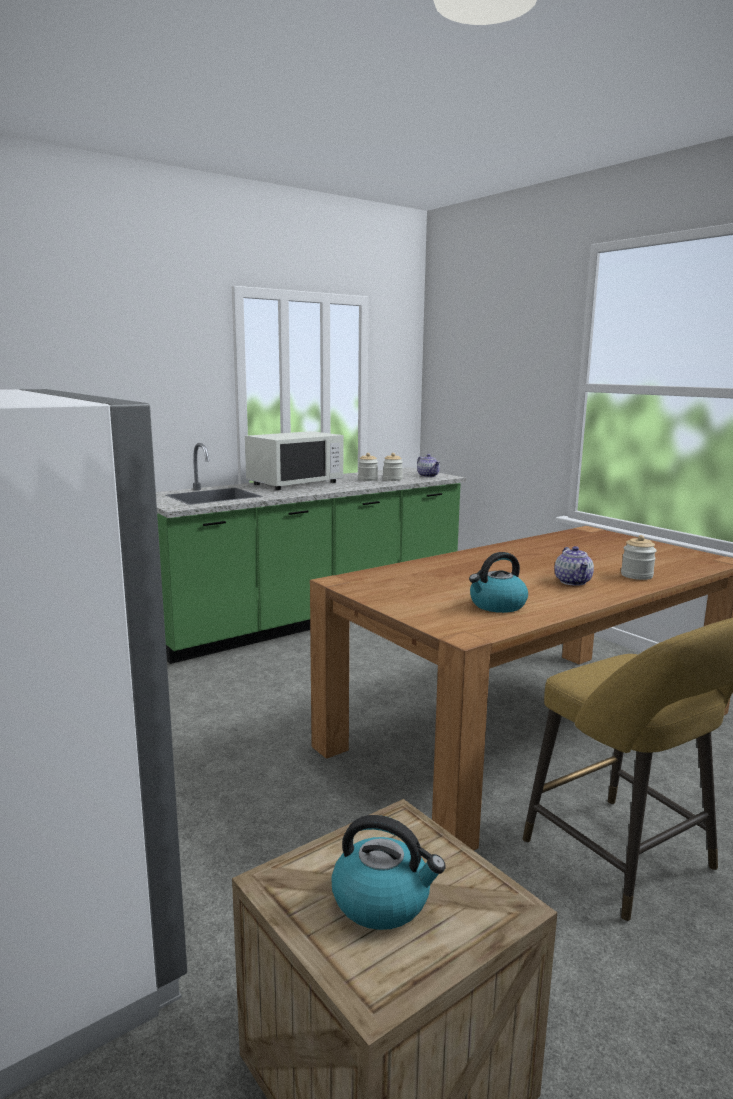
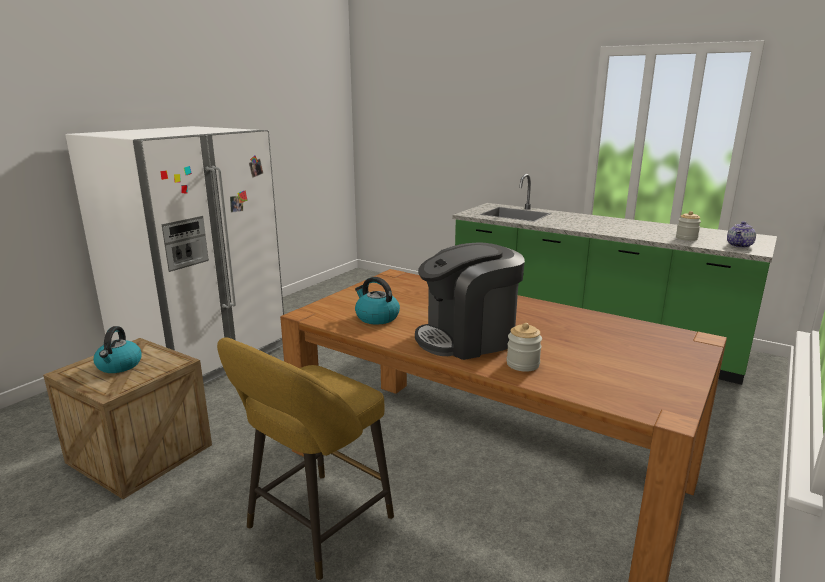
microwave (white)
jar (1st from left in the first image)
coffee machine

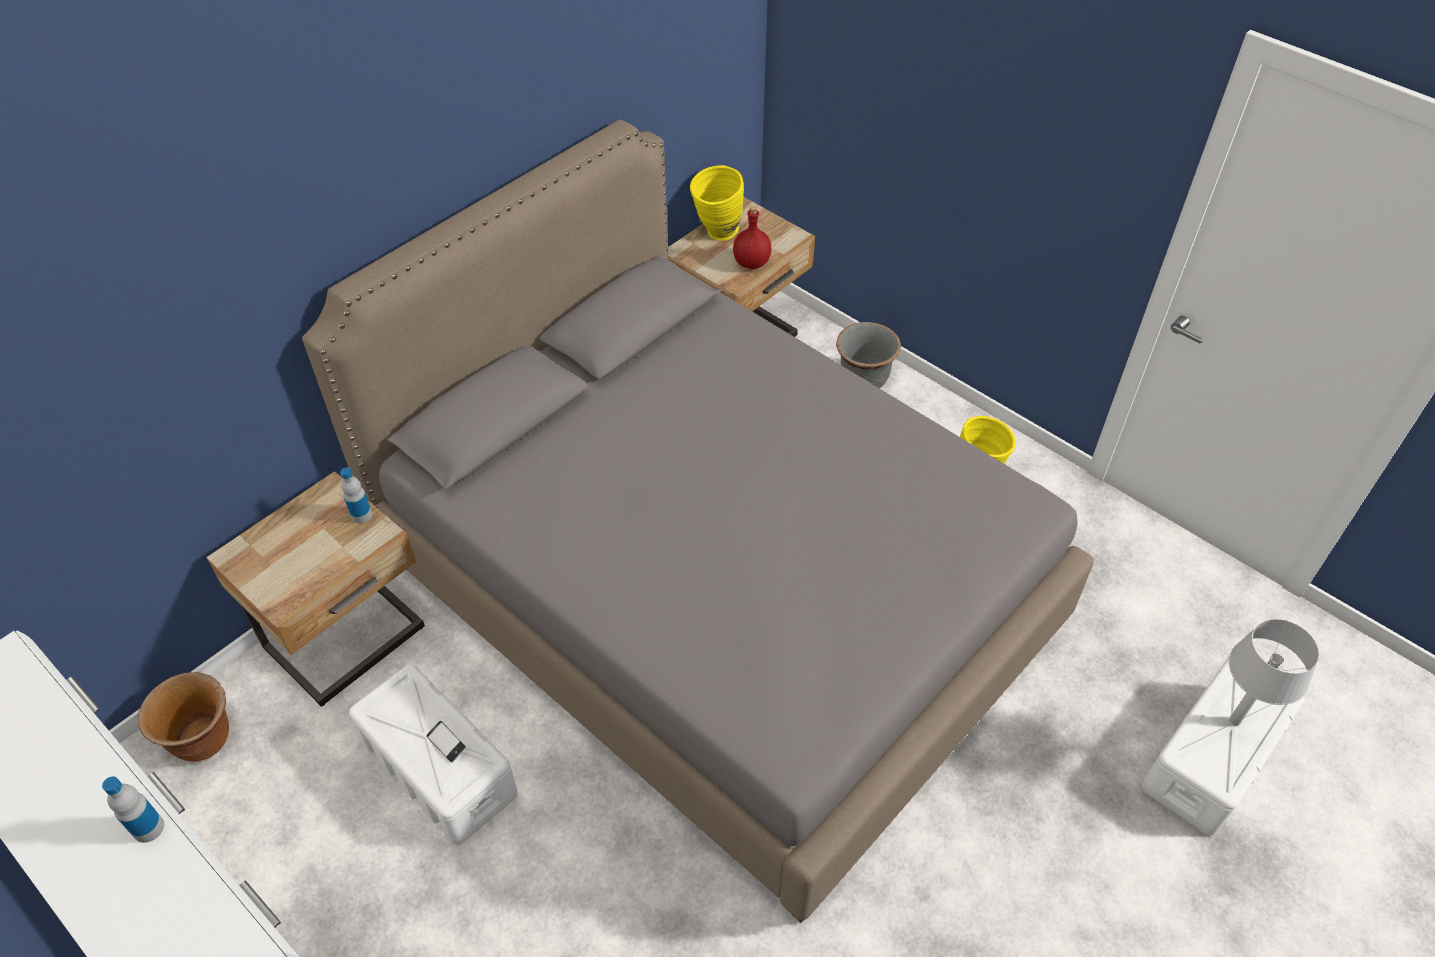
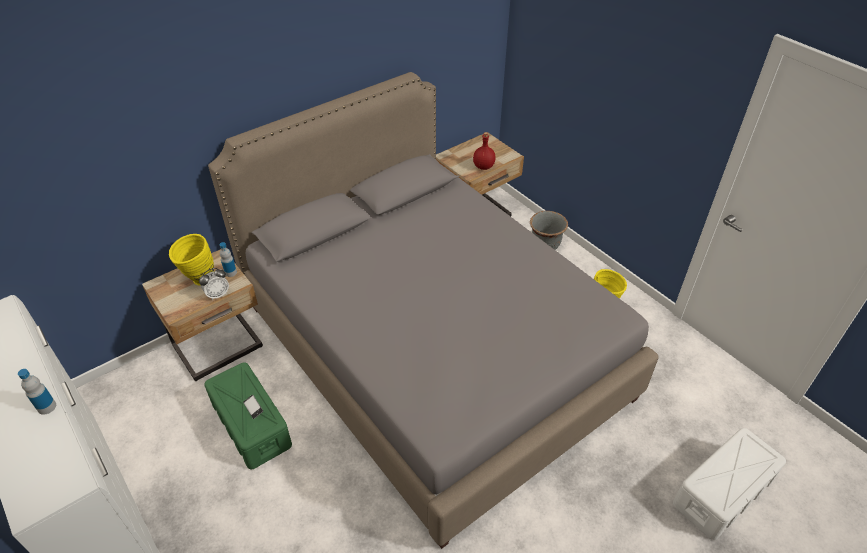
planter (brown)
storage box (green)
vase (yellow) (1st from left)
table lamp (grey)
alarm clock

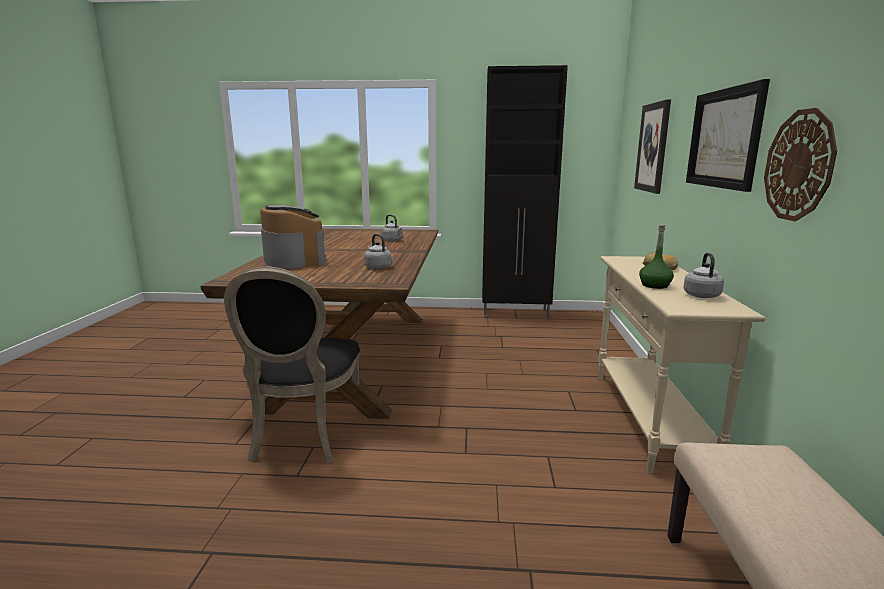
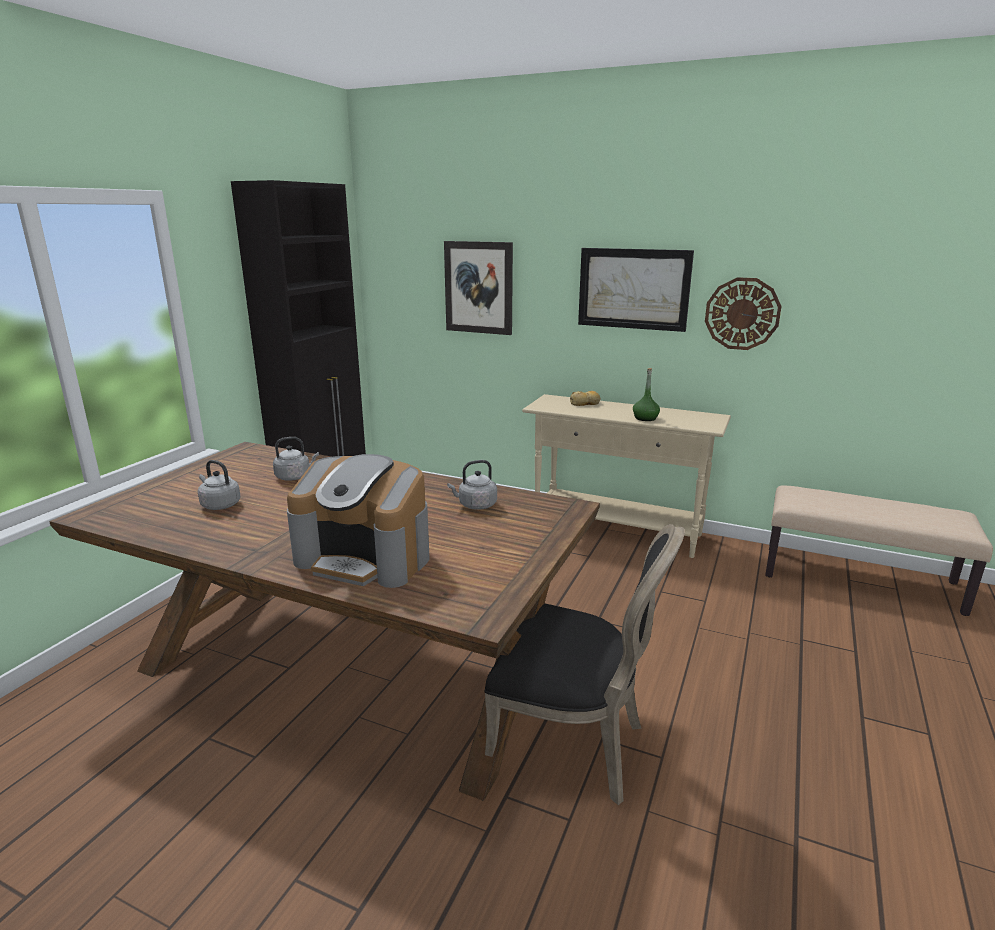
coffee machine
kettle (grey) (1st from left)

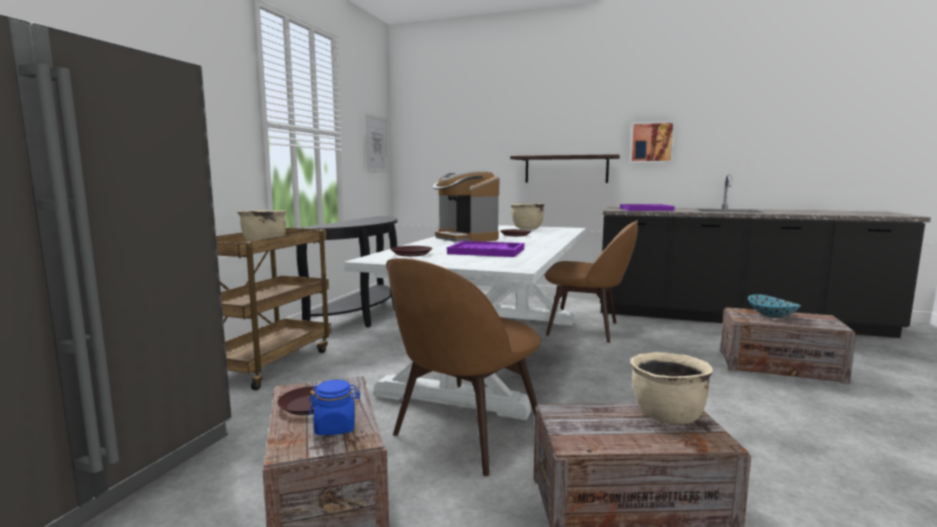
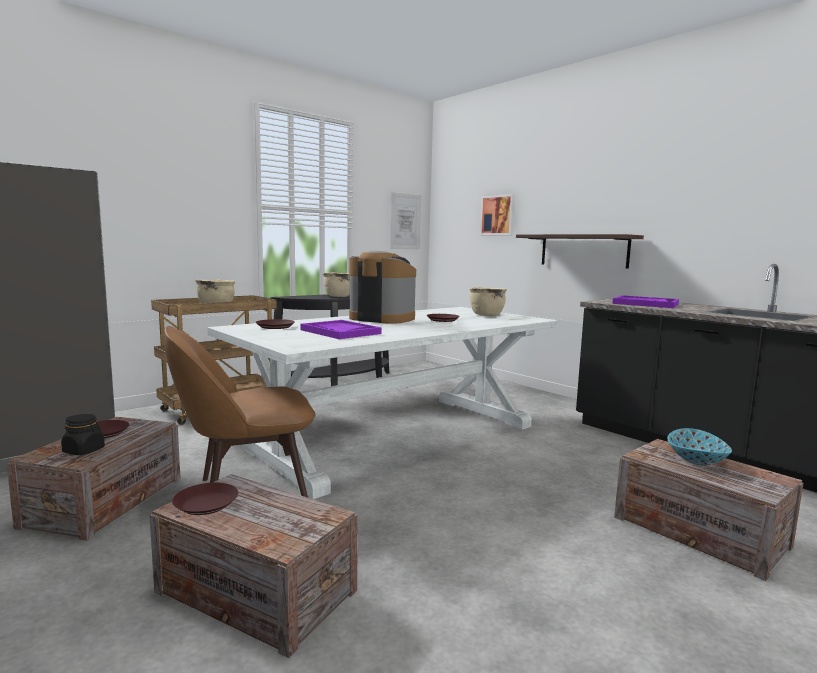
jar (black)
coffee machine
chair (brown) (2nd from left in the first image)
picture (2nd from left)
cooking pot (beige) (2nd from left)
plate (brown) (2nd from left)

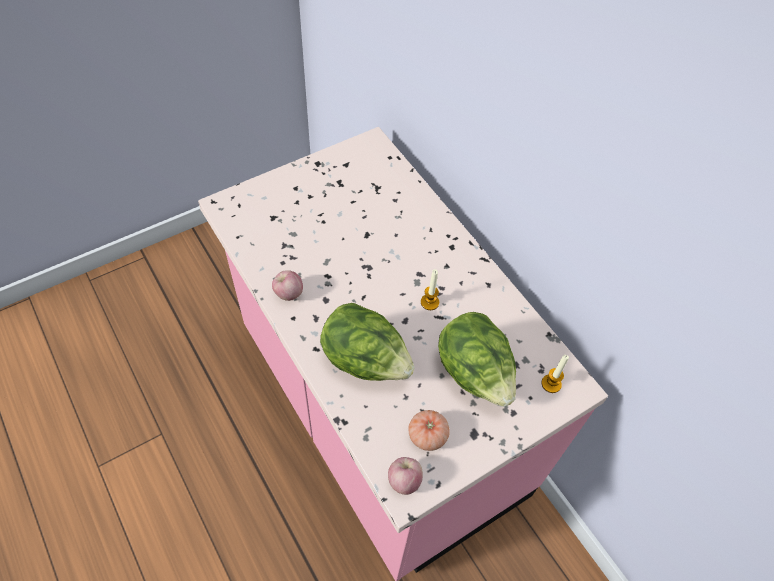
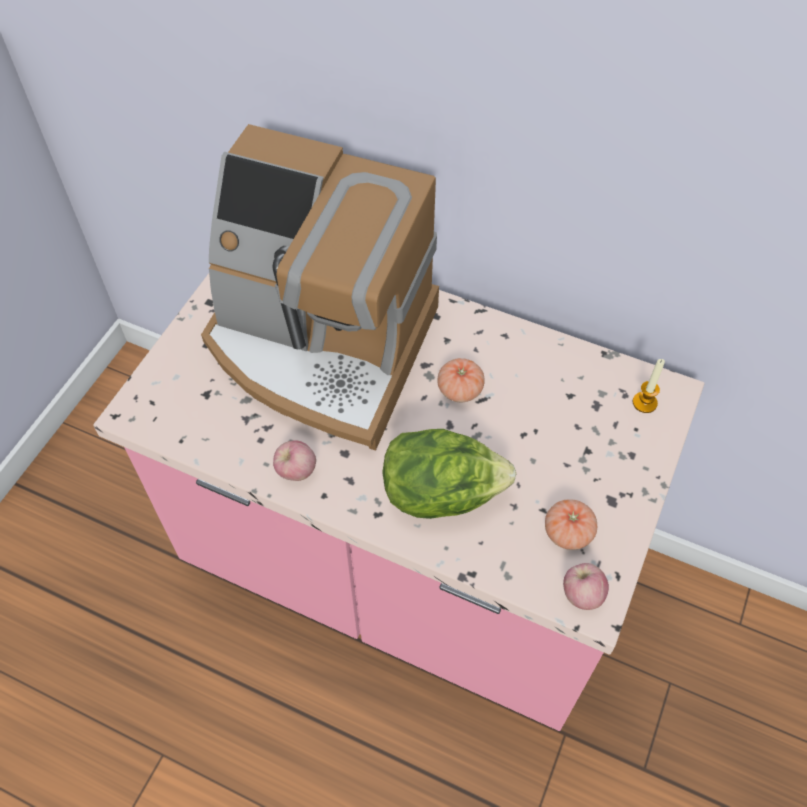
tomato (1st from left)
lettuce (2nd from left in the first image)
coffee machine

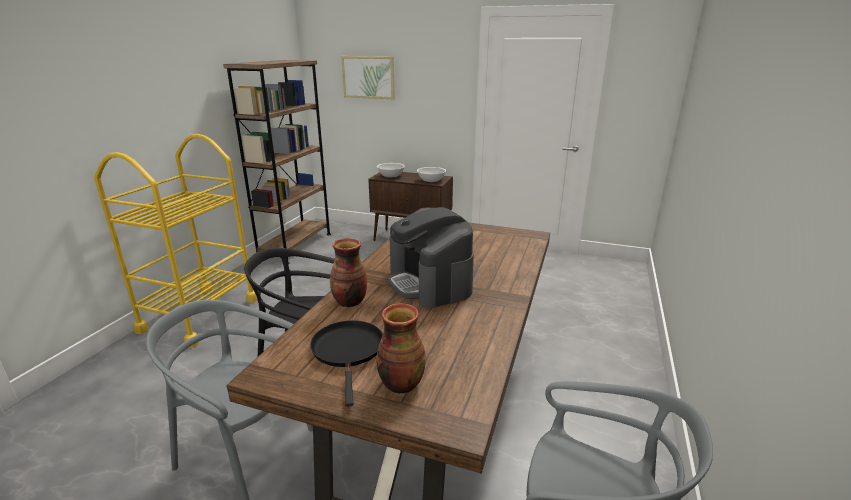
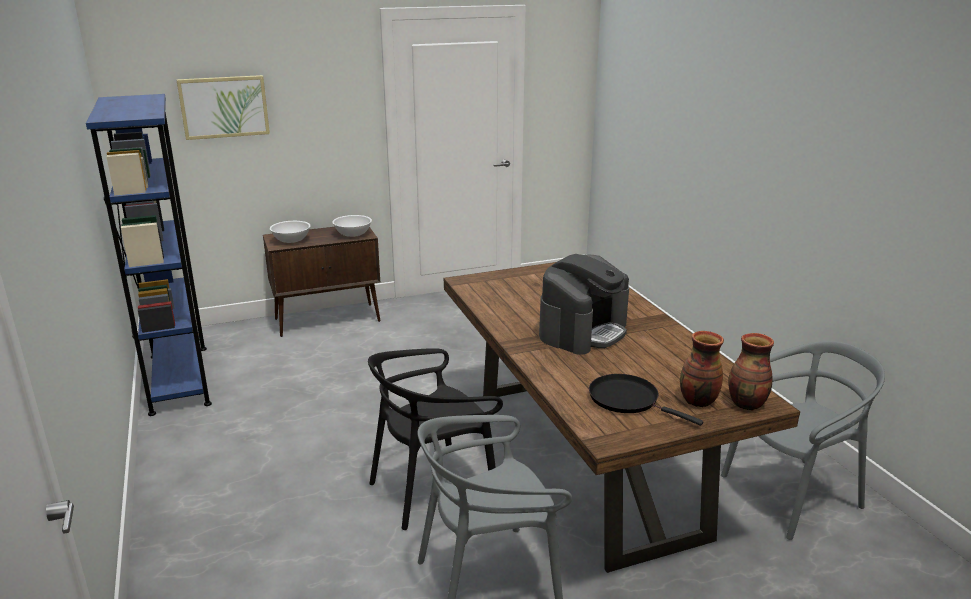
cart (yellow)
bookcase (blue)
vase (2nd from left)
coffee machine

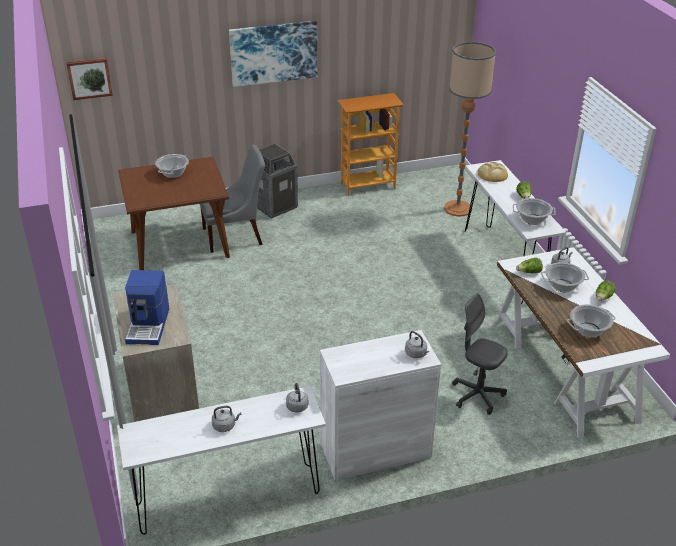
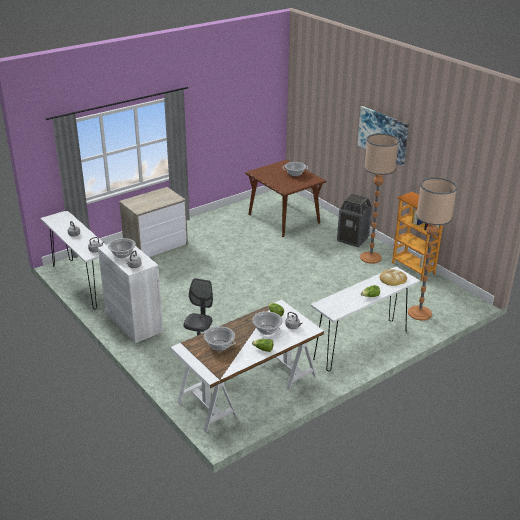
picture (1st from left in the first image)
coffee machine
chair (grey)
cooking pot (1st from left)
floor lamp (1st from left)

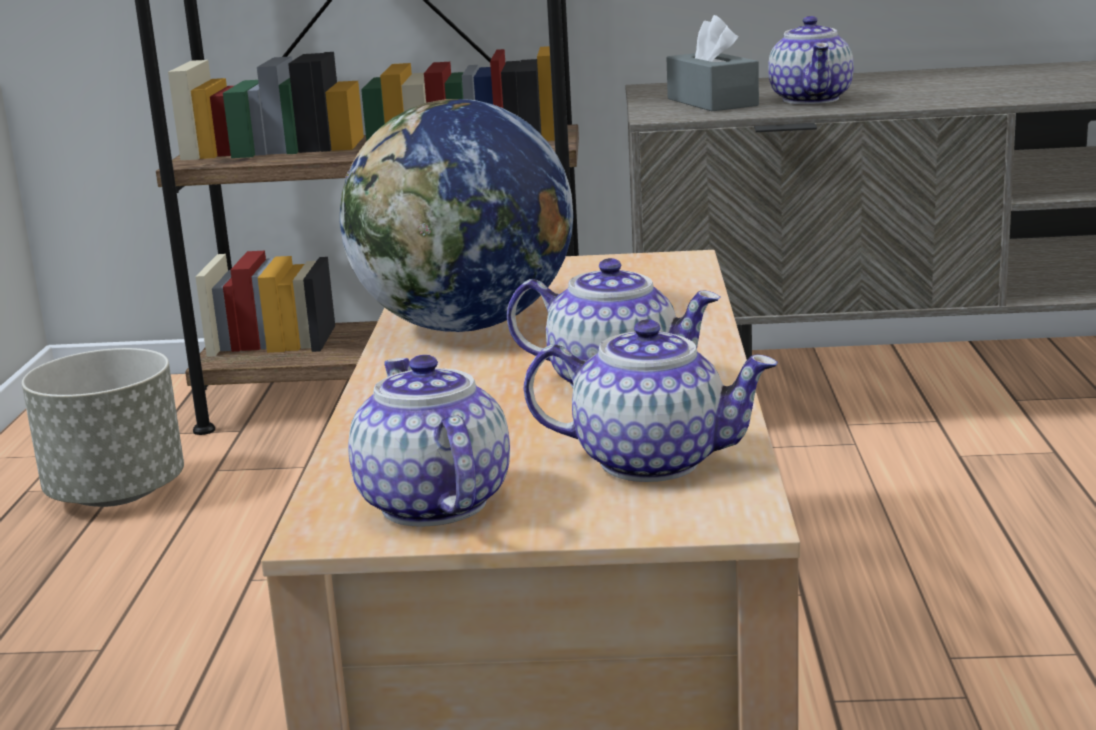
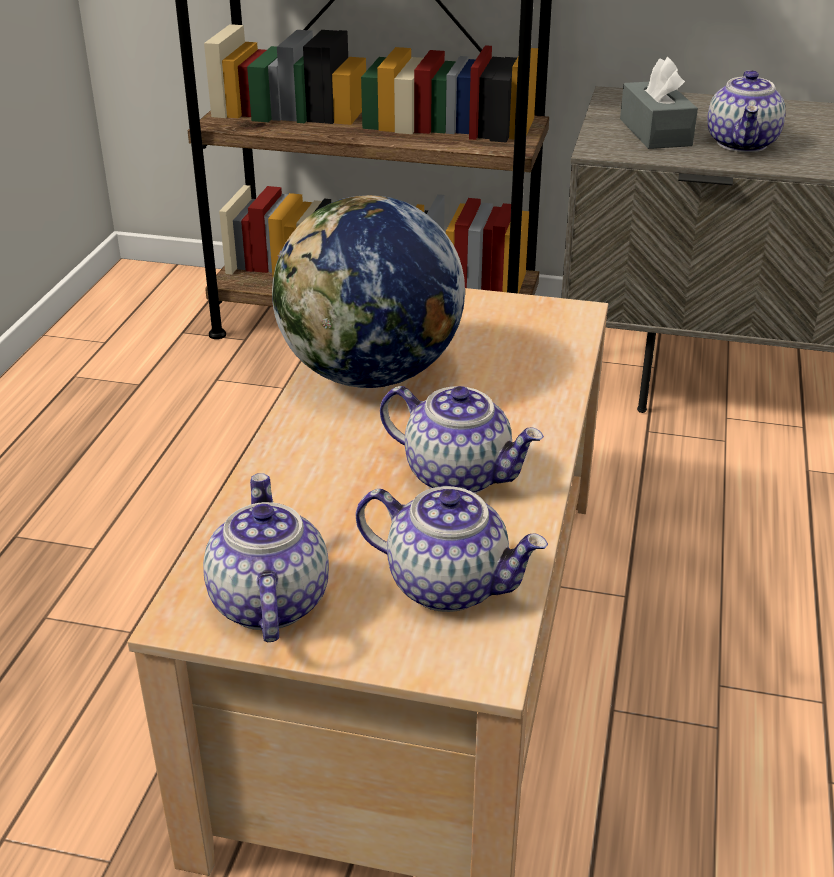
planter (grey)

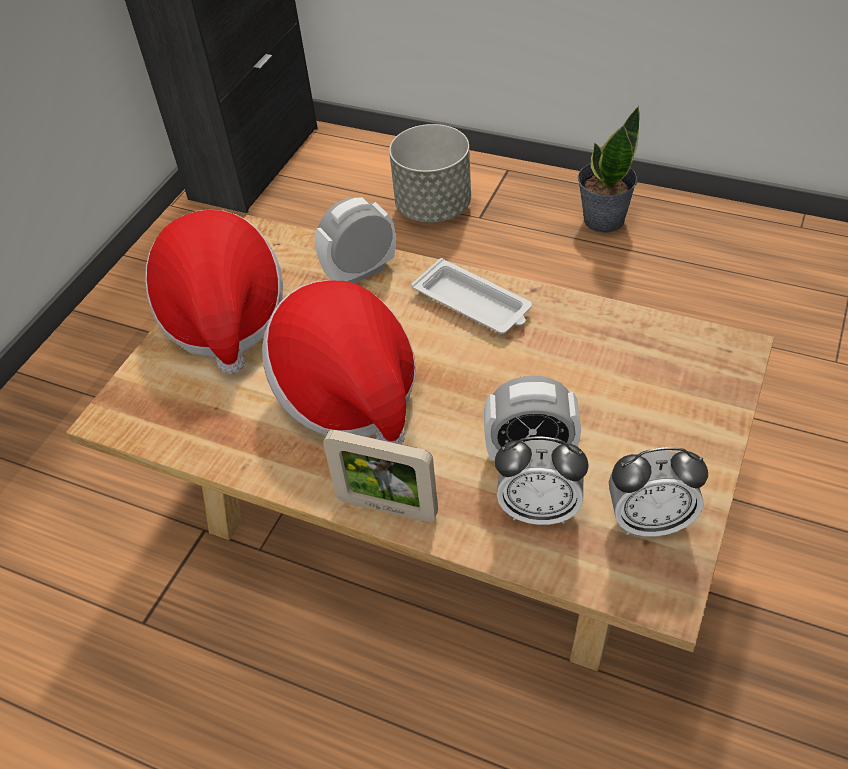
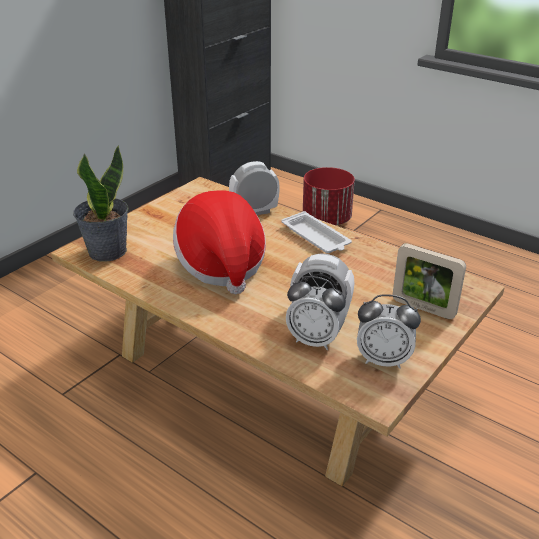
hat (1st from left in the first image)
picture frame
planter (red)
potted plant

